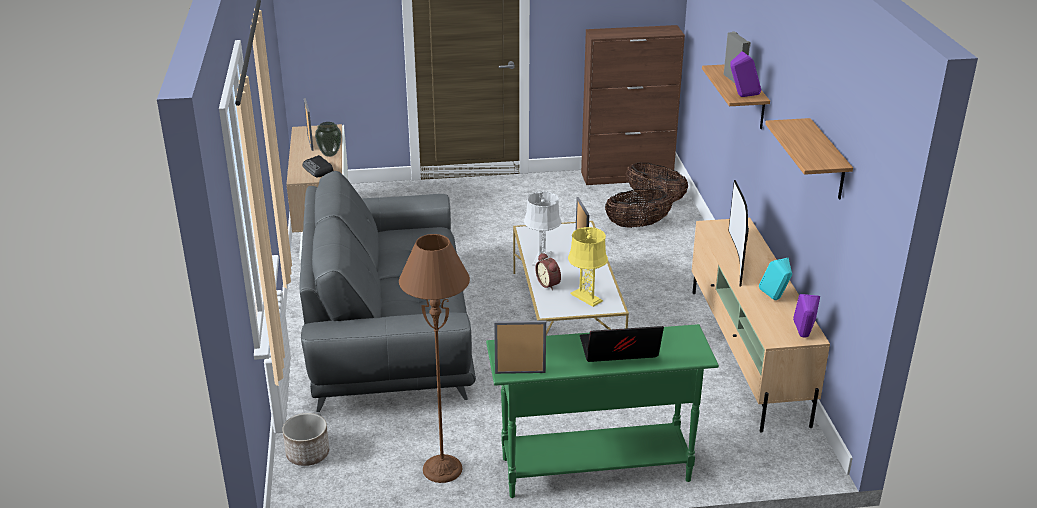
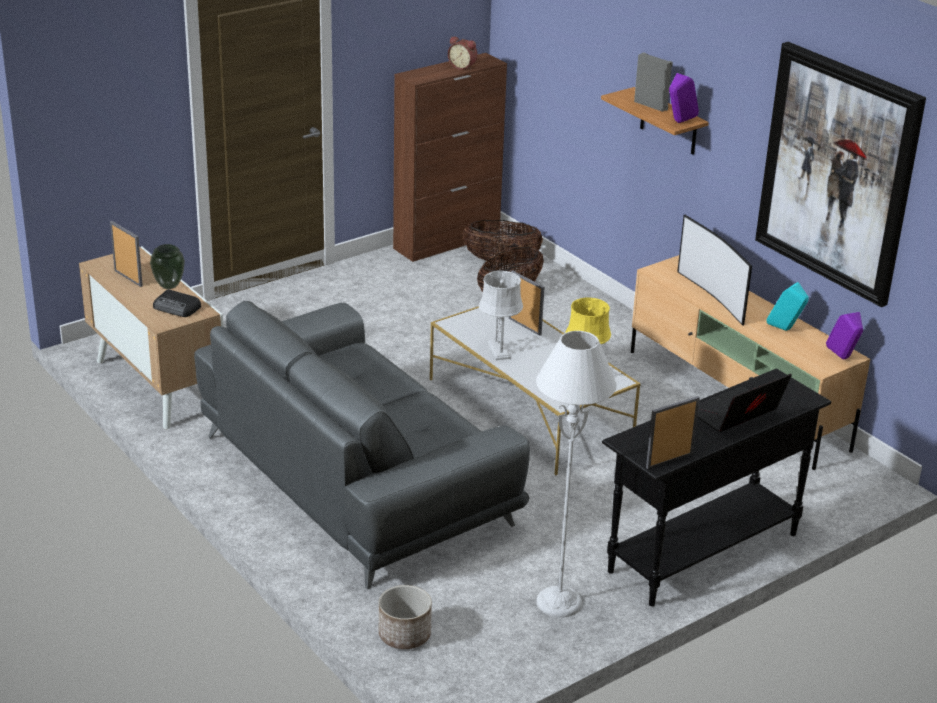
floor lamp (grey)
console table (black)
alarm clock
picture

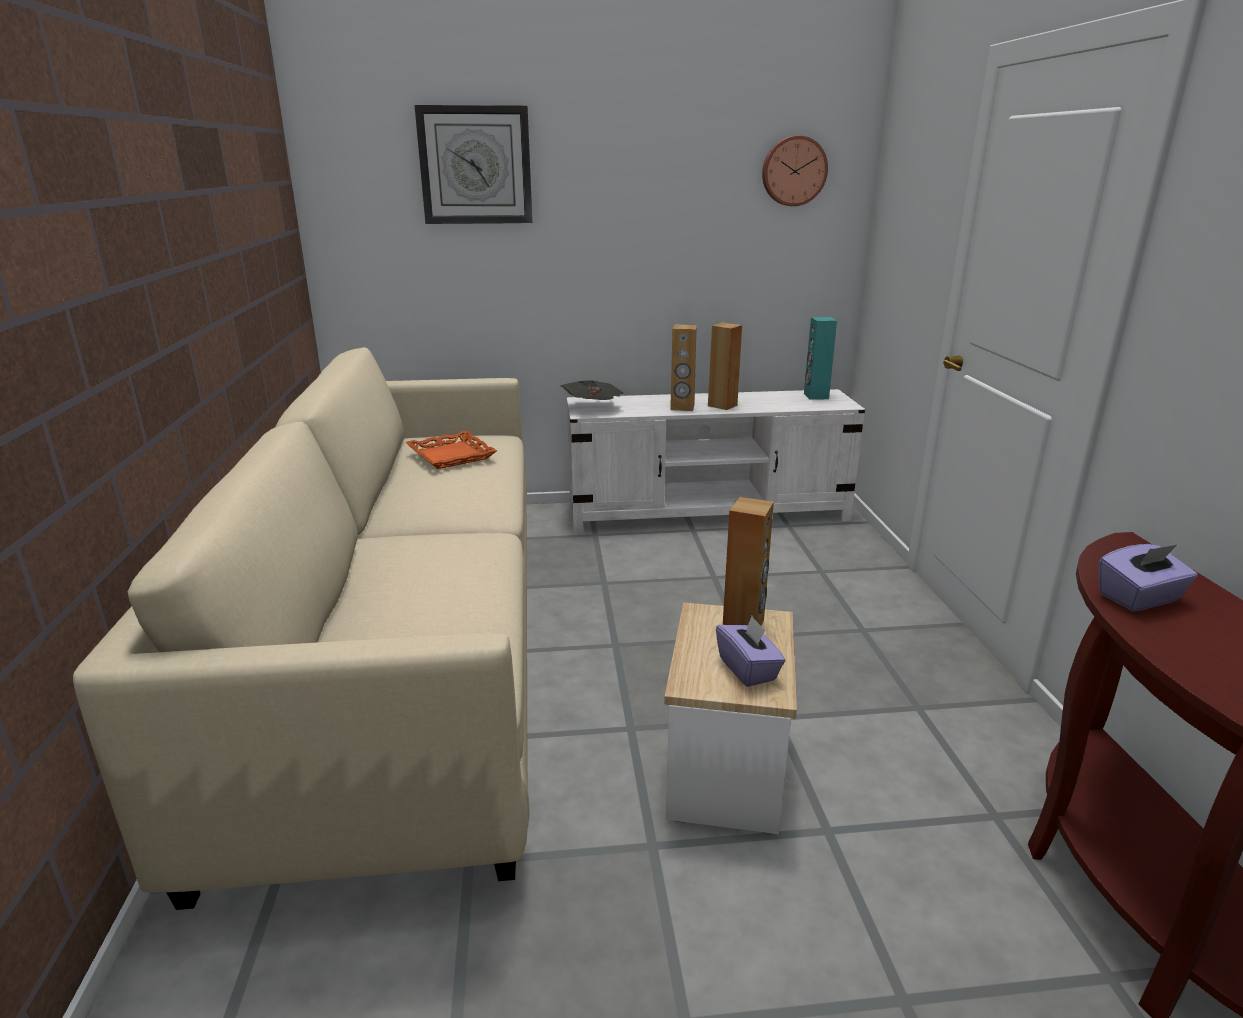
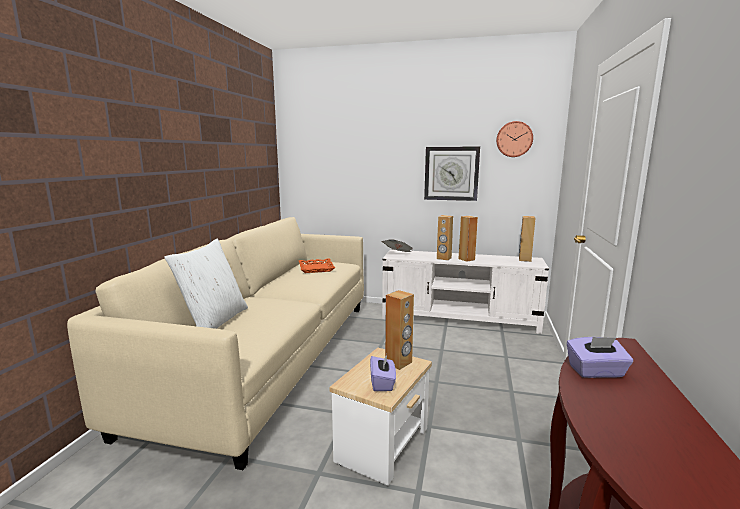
wall clock (1st from left)
speaker (brown) (4th from left)
pillow (white)

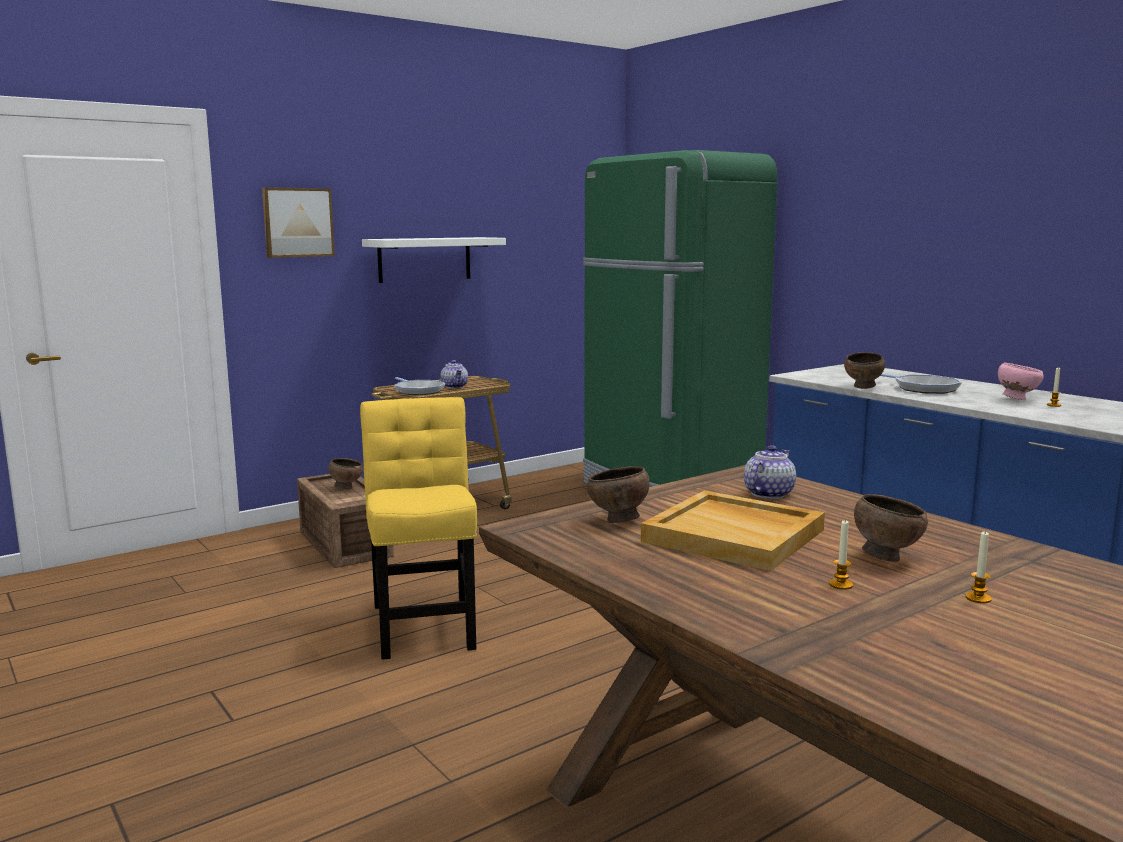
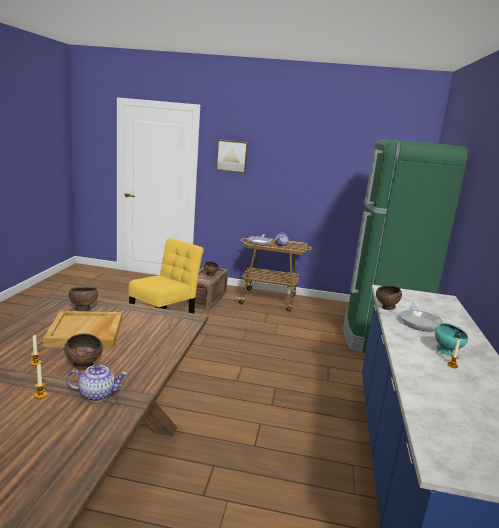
shelf (white)
teapot (1st from left)
bowl (turquoise)

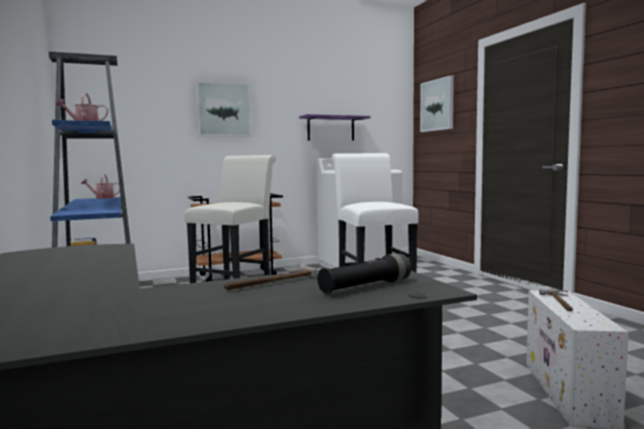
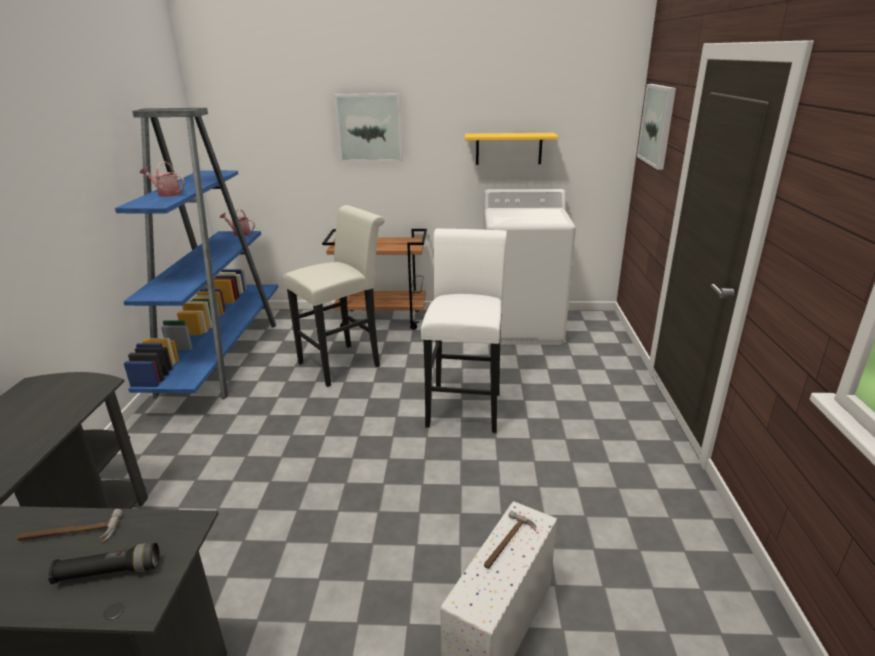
shelf (yellow)

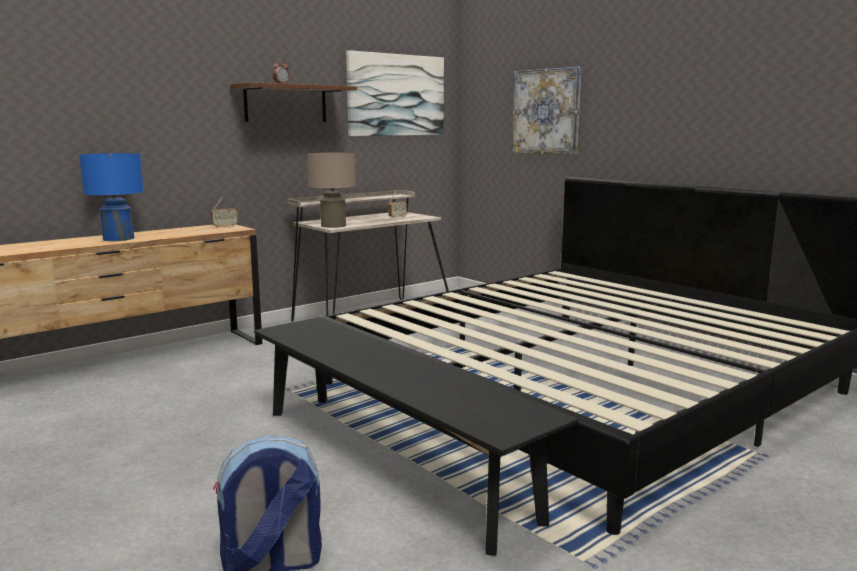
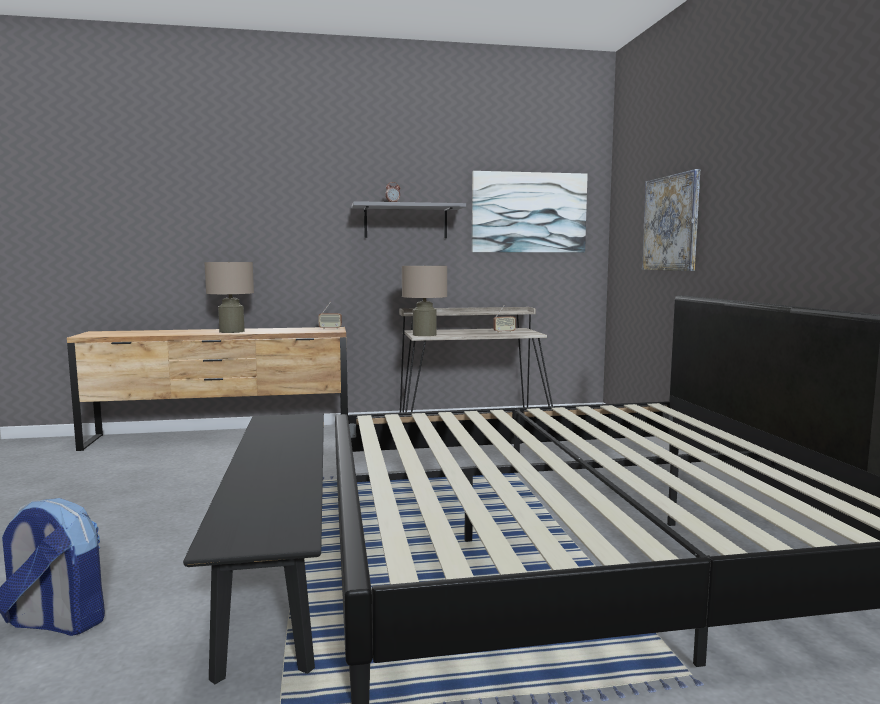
table lamp (beige) (1st from left)
shelf (grey)

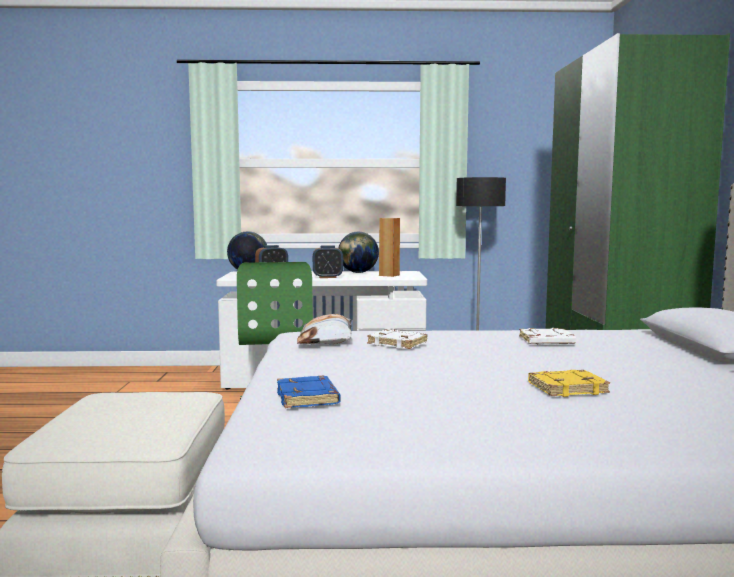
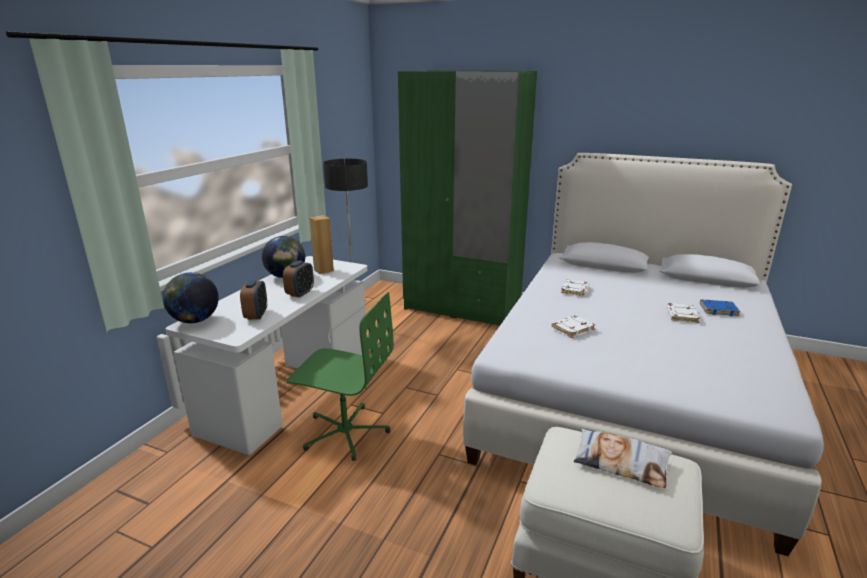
book (blue)
pillow
book (white) (3rd from left)

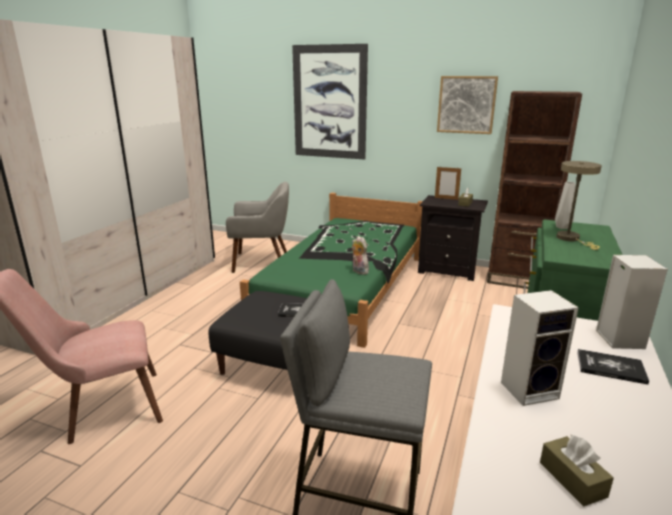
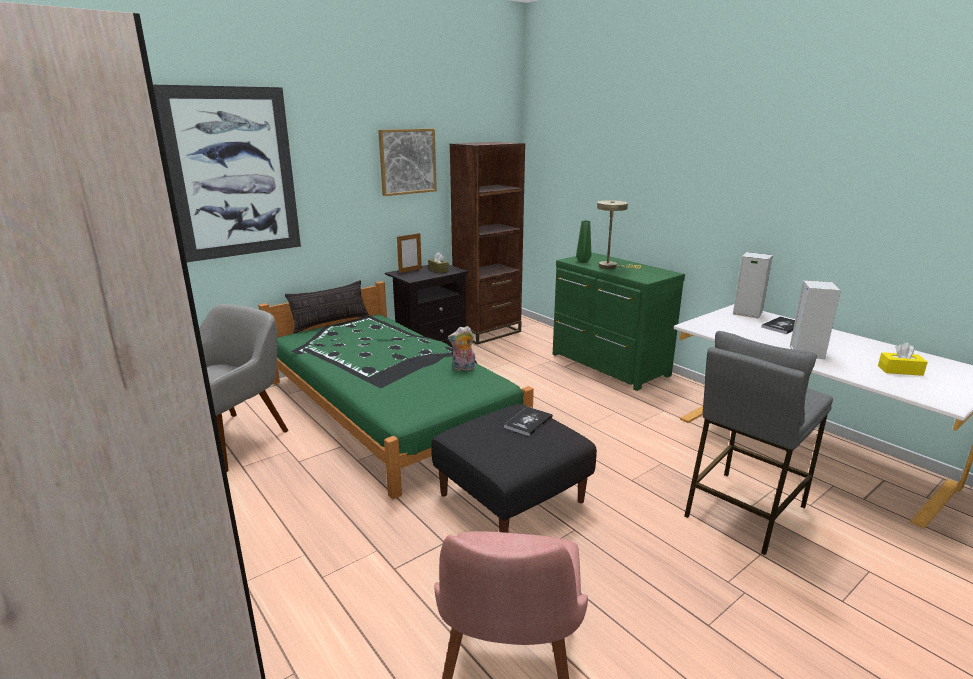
tissue box (yellow)
vase (green)
pillow

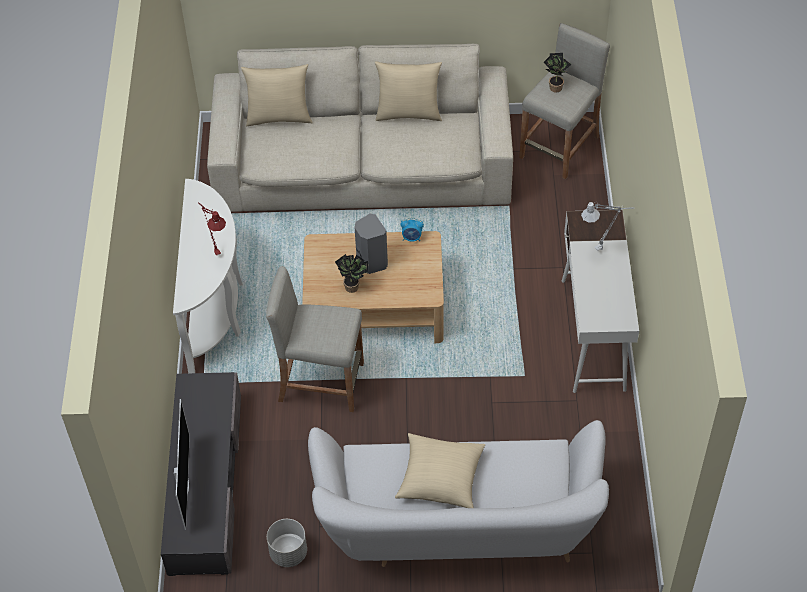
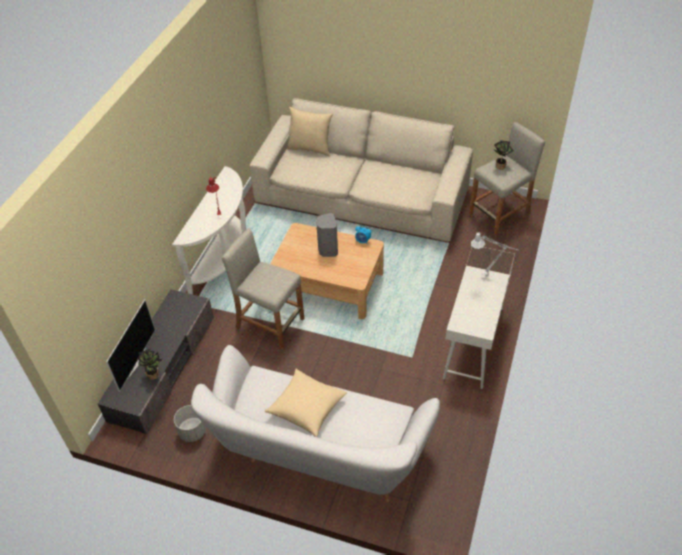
potted plant (1st from left)
pillow (beige) (2nd from left in the first image)

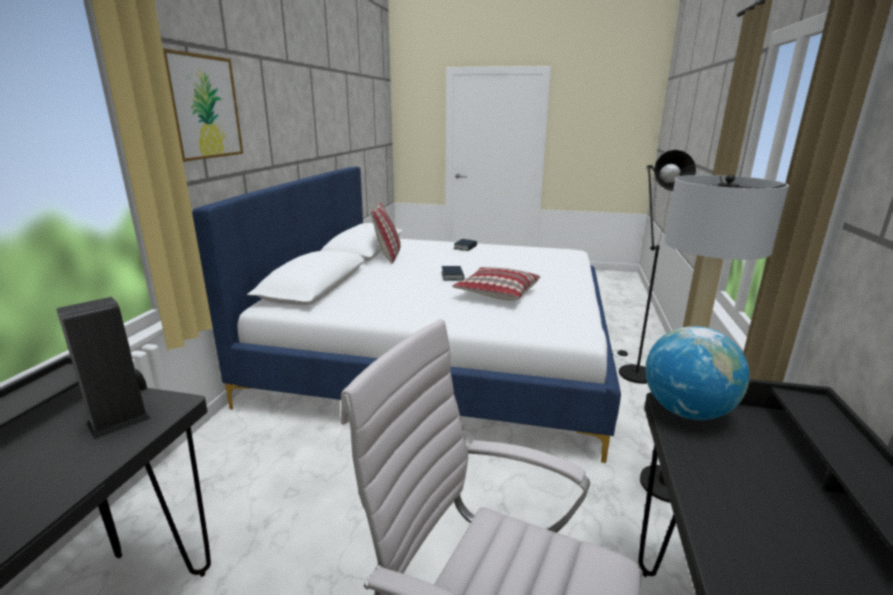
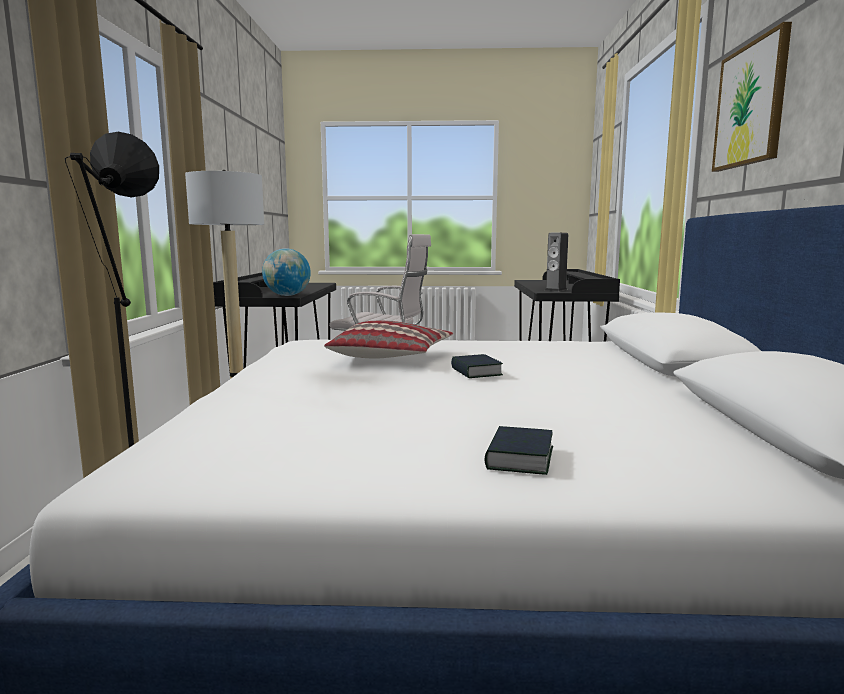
pillow (1st from left in the first image)

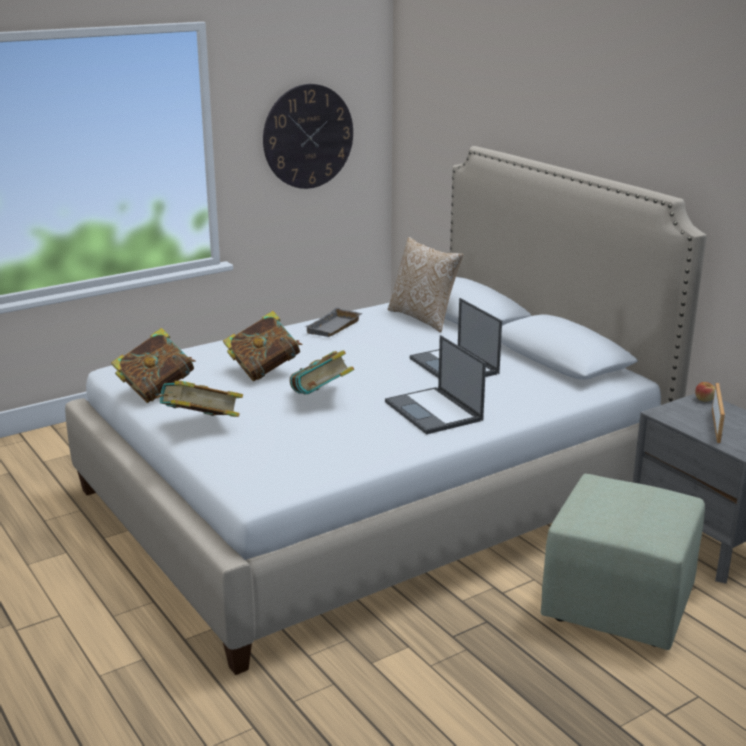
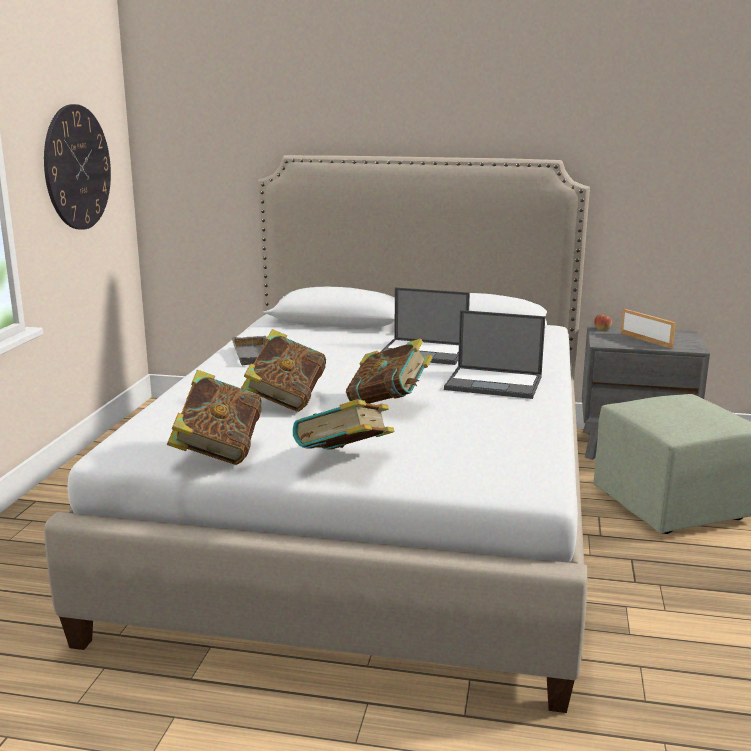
pillow

